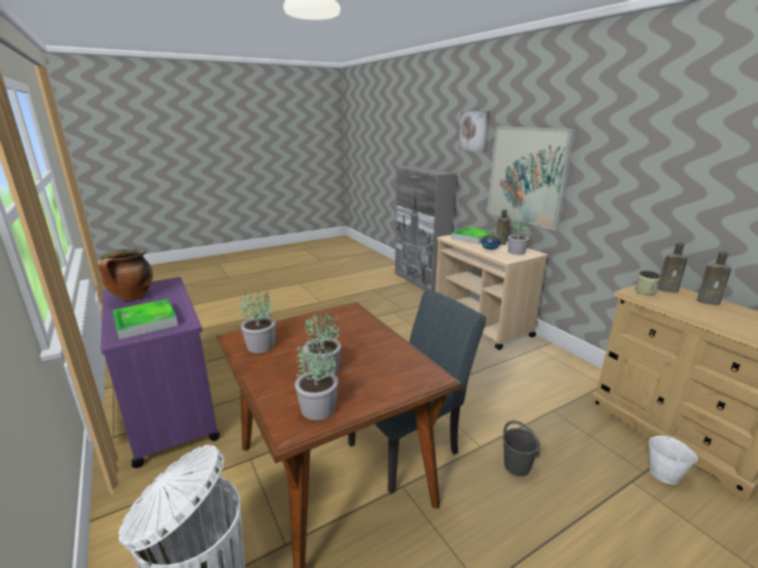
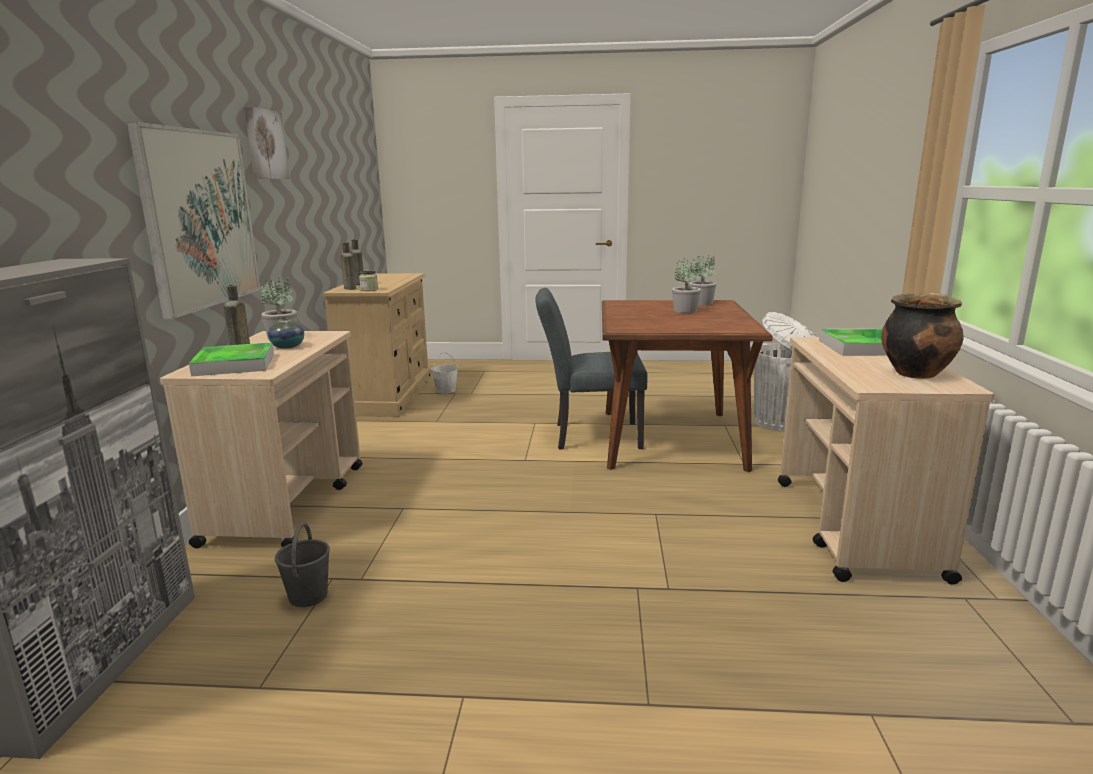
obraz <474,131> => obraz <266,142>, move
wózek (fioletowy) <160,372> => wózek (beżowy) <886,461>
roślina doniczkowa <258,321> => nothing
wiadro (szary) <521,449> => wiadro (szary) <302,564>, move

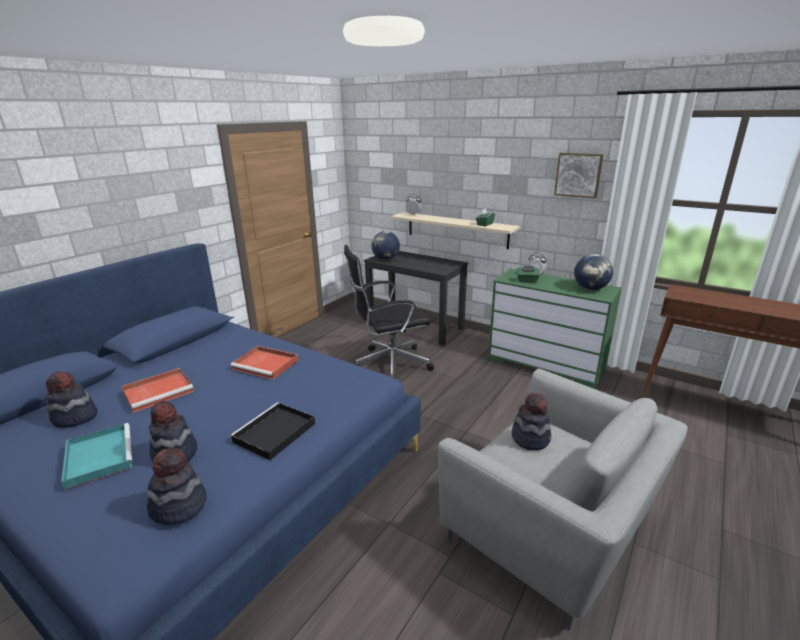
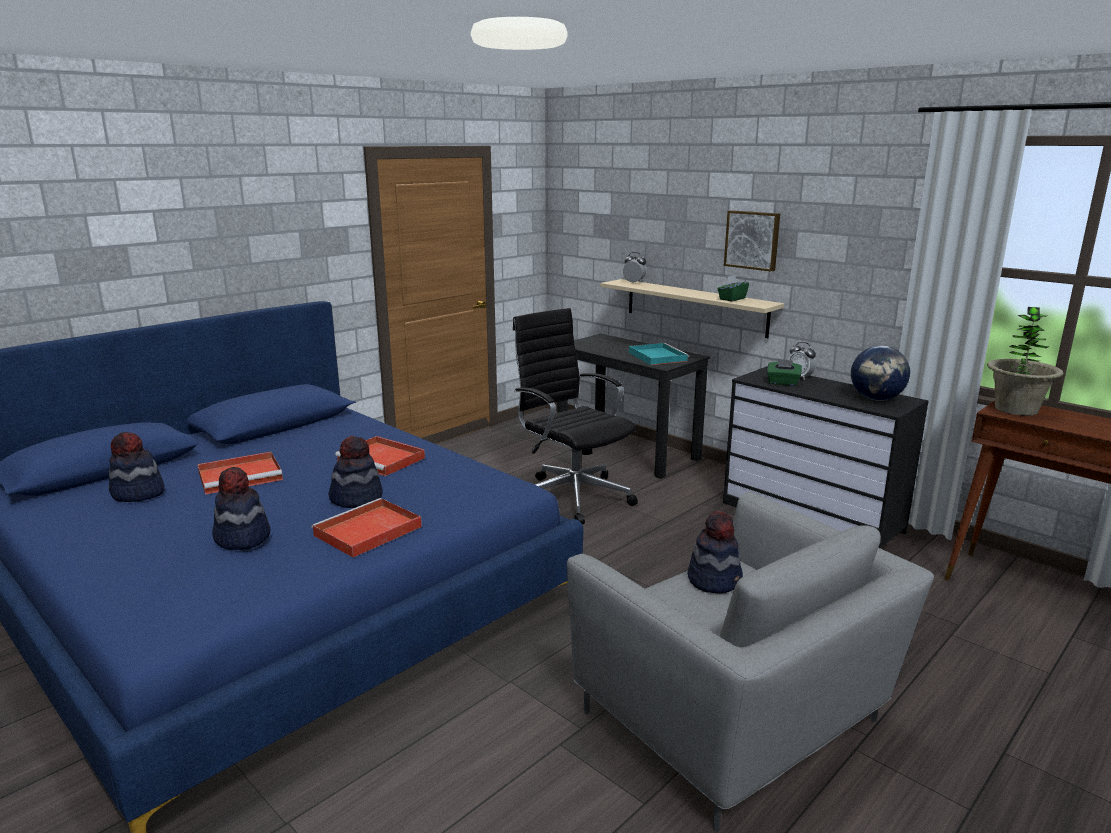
obraz <578,175> => obraz <752,241>, move
globus <386,245> => nothing
krzesło biurowe (czarny) <389,312> => krzesło biurowe (czarny) <575,416>, 60 degrees clockwise
komoda (zielony) <555,329> => komoda (czarny) <825,457>
taca (czarny) <272,431> => taca (czerwony) <366,528>
taca (turkusowy) <96,456> => taca (turkusowy) <659,354>, move
kapelusz <177,486> => kapelusz <356,472>, move
nothing => roślina doniczkowa <1025,361>

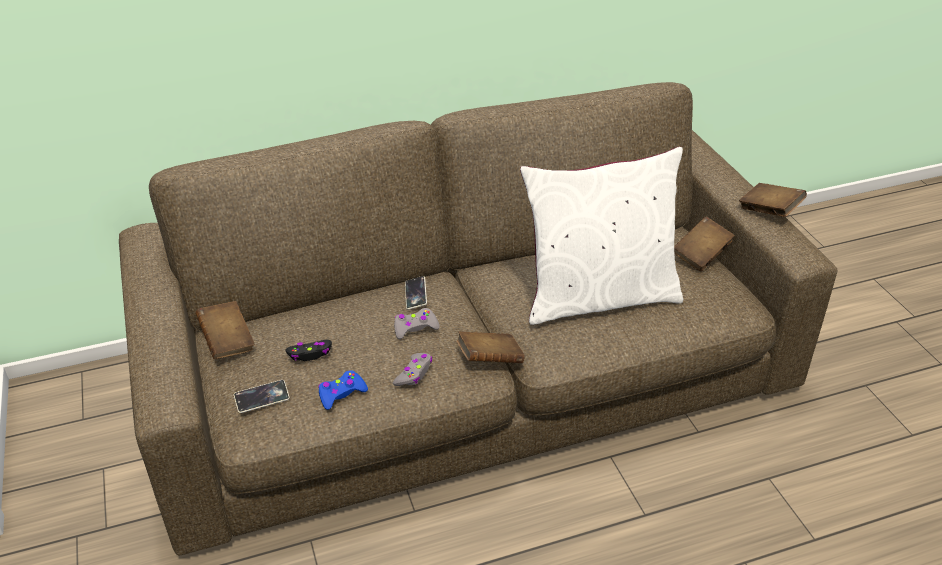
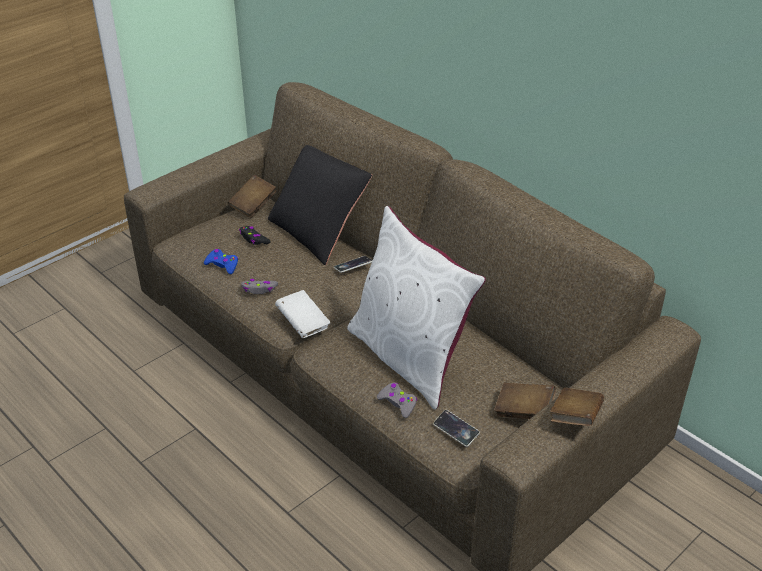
pad do gier (szary) <417,323> => pad do gier (szary) <397,400>, move
książka (brązowy) <491,347> => książka (biały) <302,314>
telefon <262,396> => telefon <456,428>, move
nothing => poduszka (czarny) <320,205>

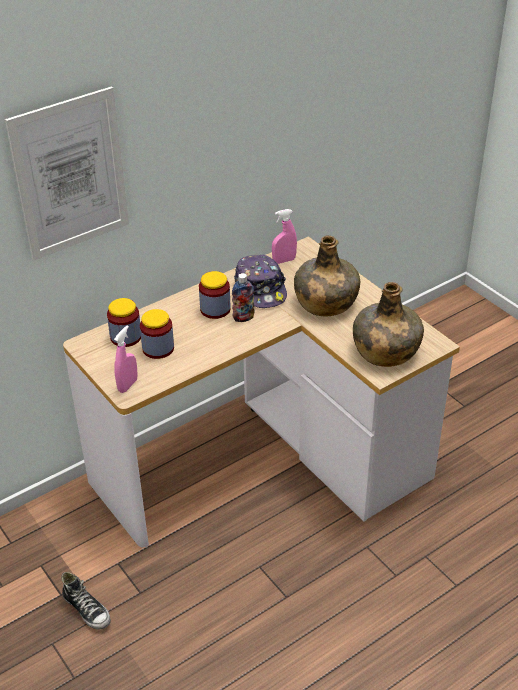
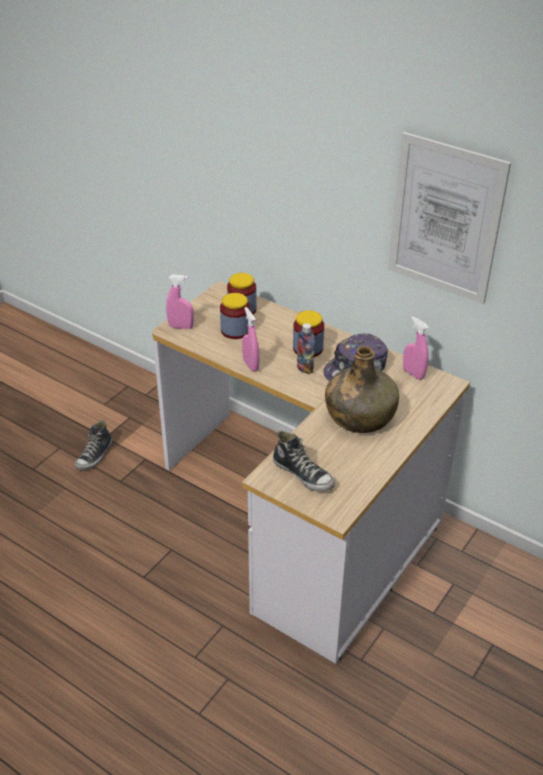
obraz <67,173> => obraz <449,218>, move
butelka (zielony) <388,324> => but <304,461>
nothing => spryskiwacz (różowy) <250,339>

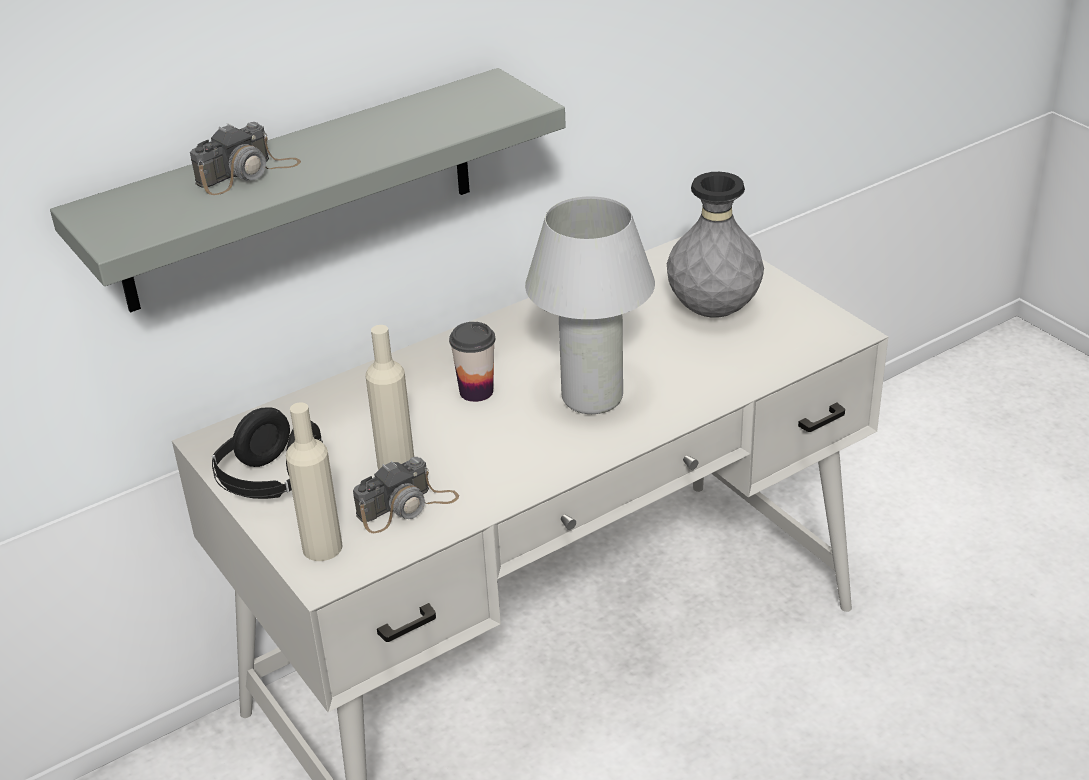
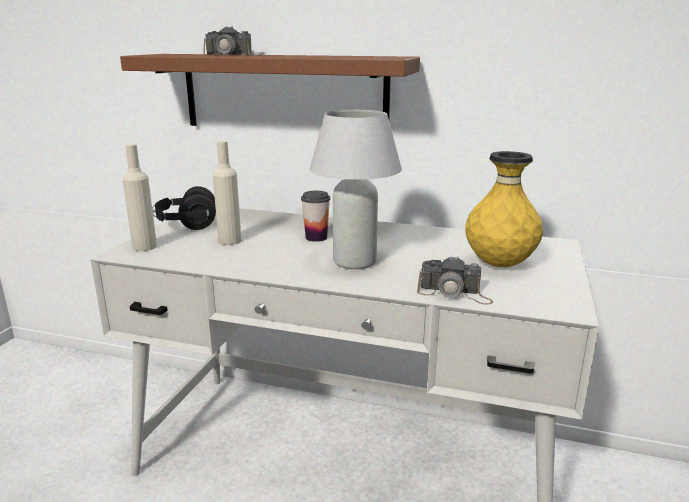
półka (szary) <308,190> => półka (brązowy) <270,90>
wazon (szary) <715,245> => wazon (żółty) <504,209>
aparat fotograficzny <406,495> => aparat fotograficzny <455,280>, move

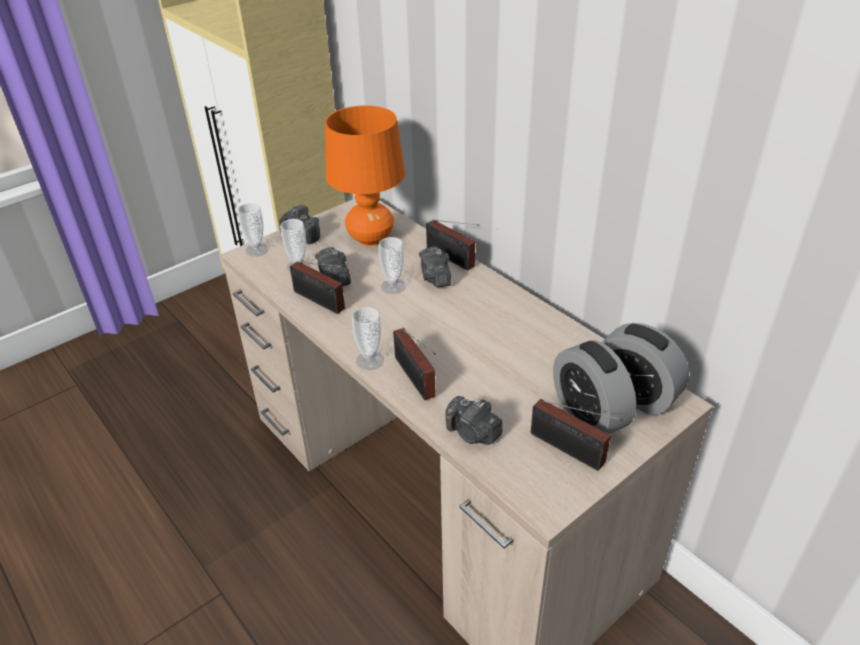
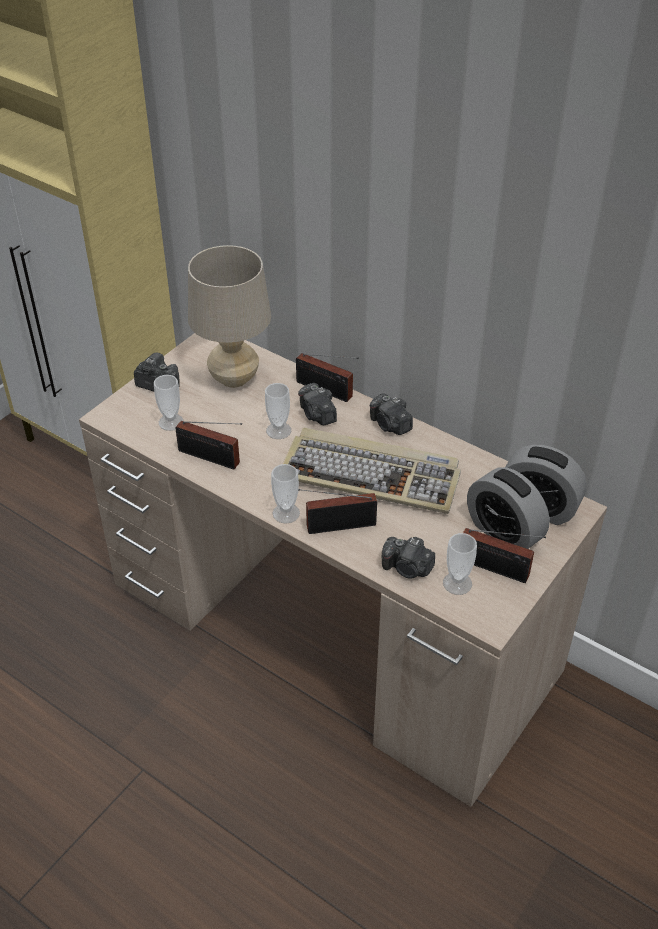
lampa stołowa (pomarańczowy) <365,175> => lampa stołowa (beżowy) <229,316>
filiżanka <253,229> => filiżanka <460,564>, move
aparat fotograficzny <333,266> => aparat fotograficzny <391,414>, move
radio <414,364> => radio <337,511>, 120 degrees clockwise
nothing => klawiatura <372,471>

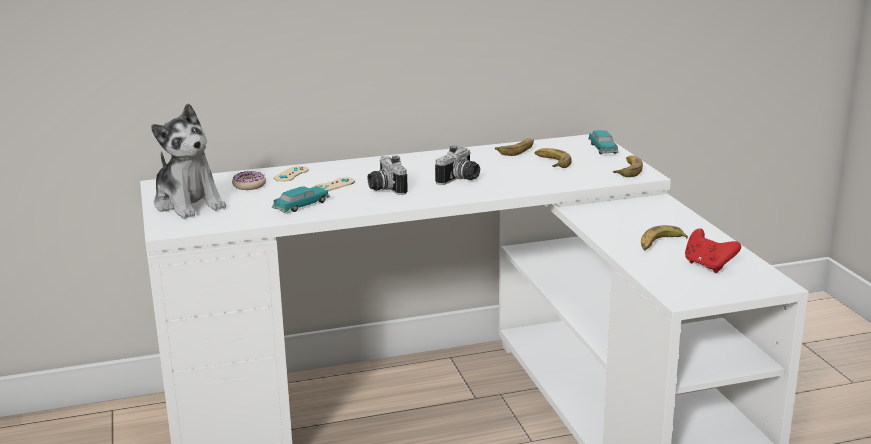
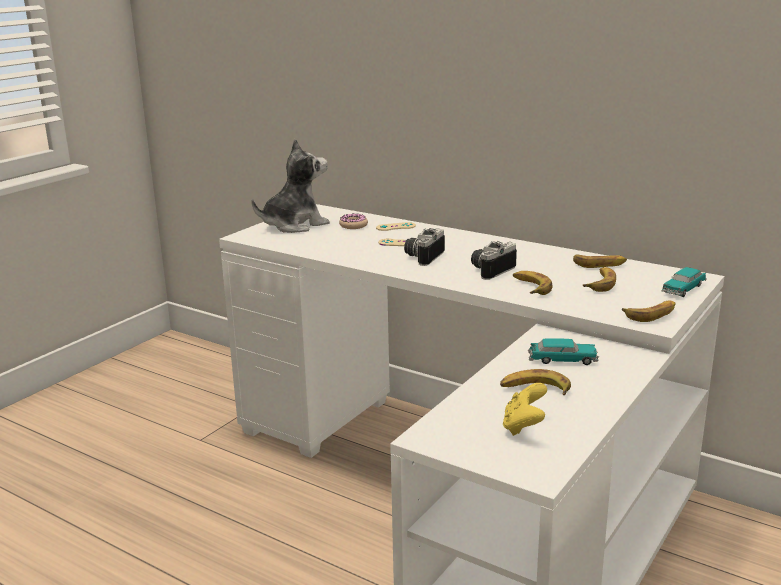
pluszak <188,161> => pluszak <291,186>, 135 degrees counterclockwise
aparat fotograficzny <457,165> => aparat fotograficzny <494,260>, 135 degrees clockwise
samochodzik <301,199> => samochodzik <563,351>, move
pad do gier (czerwony) <713,250> => pad do gier (żółty) <525,409>
nothing => banan <532,283>

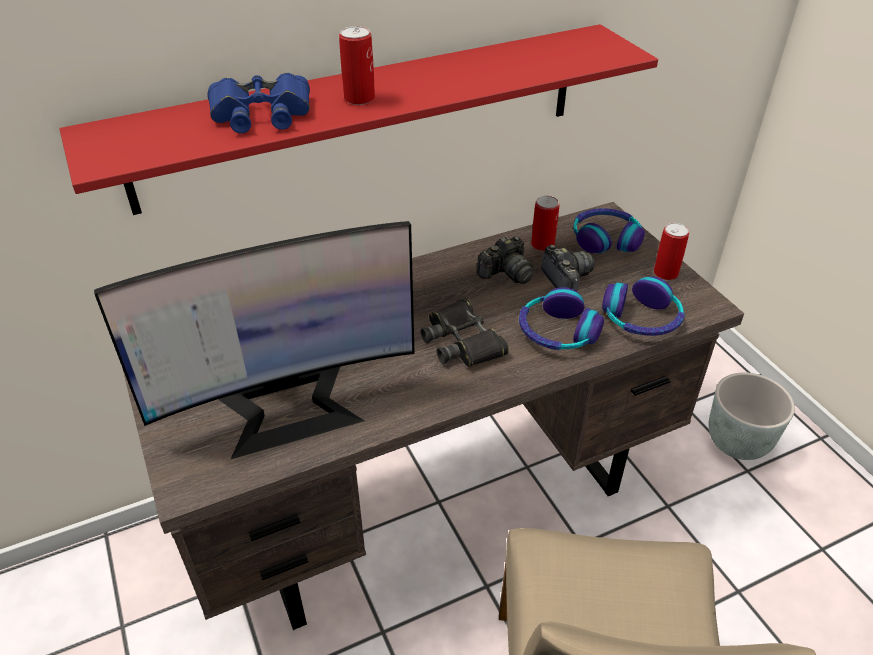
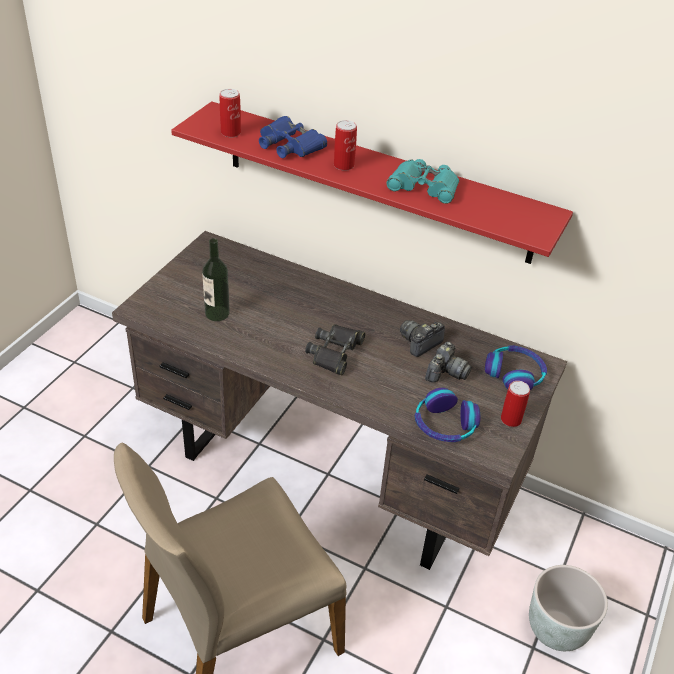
puszka <545,223> => puszka <230,113>, move
monitor <254,340> => butelka <216,279>
aparat fotograficzny <505,260> => aparat fotograficzny <422,338>, 120 degrees clockwise
słuchawki <561,318> => nothing
nothing => lornetka (turkusowy) <422,181>

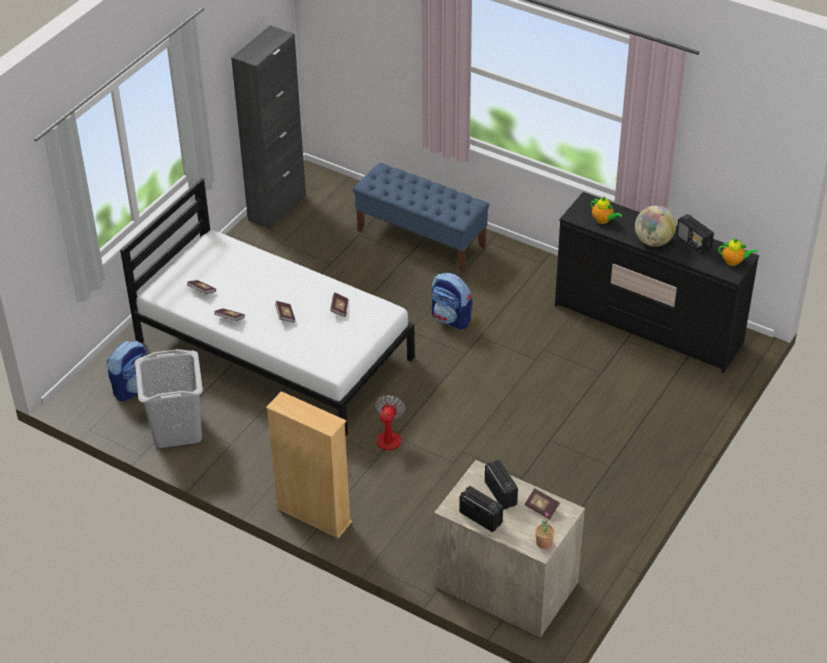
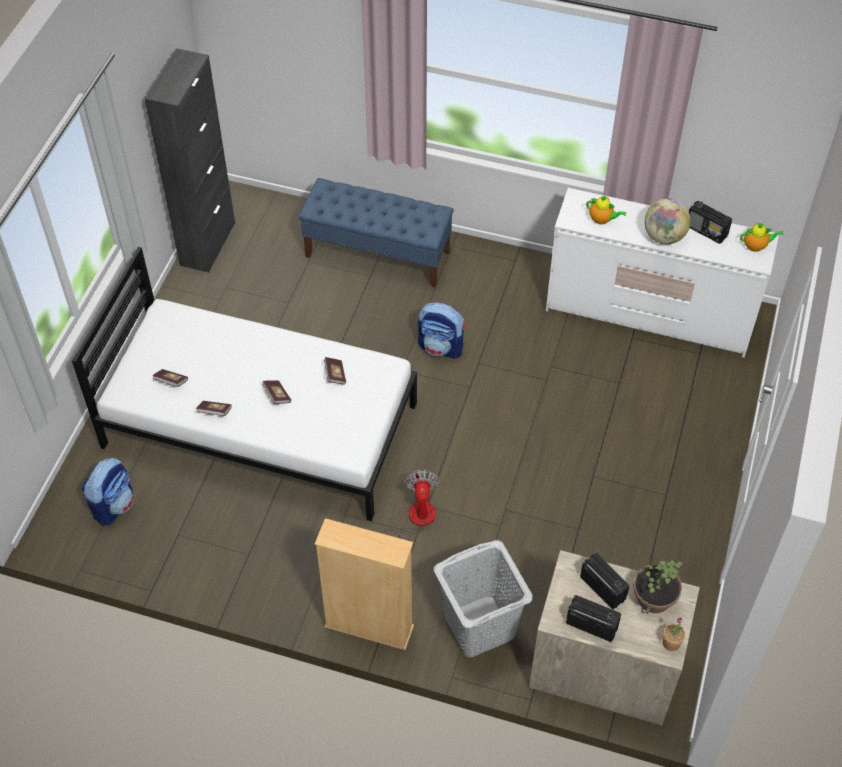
komoda (czarny) <657,282> => komoda (biały) <662,272>
kosz na pranie (szary) <169,398> => kosz na pranie (szary) <483,598>, move
książka <542,503> => roślina doniczkowa <657,587>

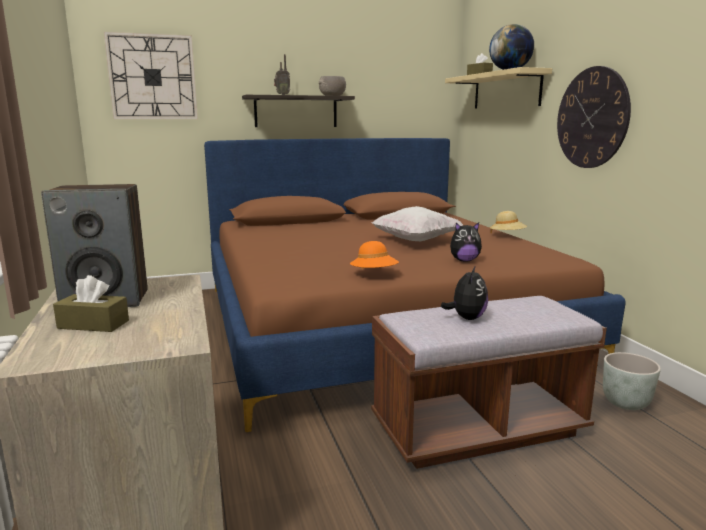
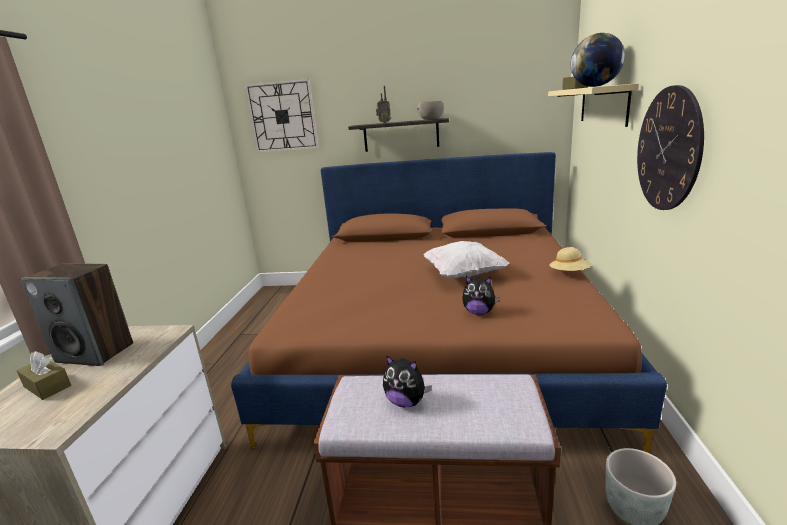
kapelusz (pomarańczowy) <374,255> => nothing
pluszak <464,292> => pluszak <407,381>, 75 degrees clockwise

